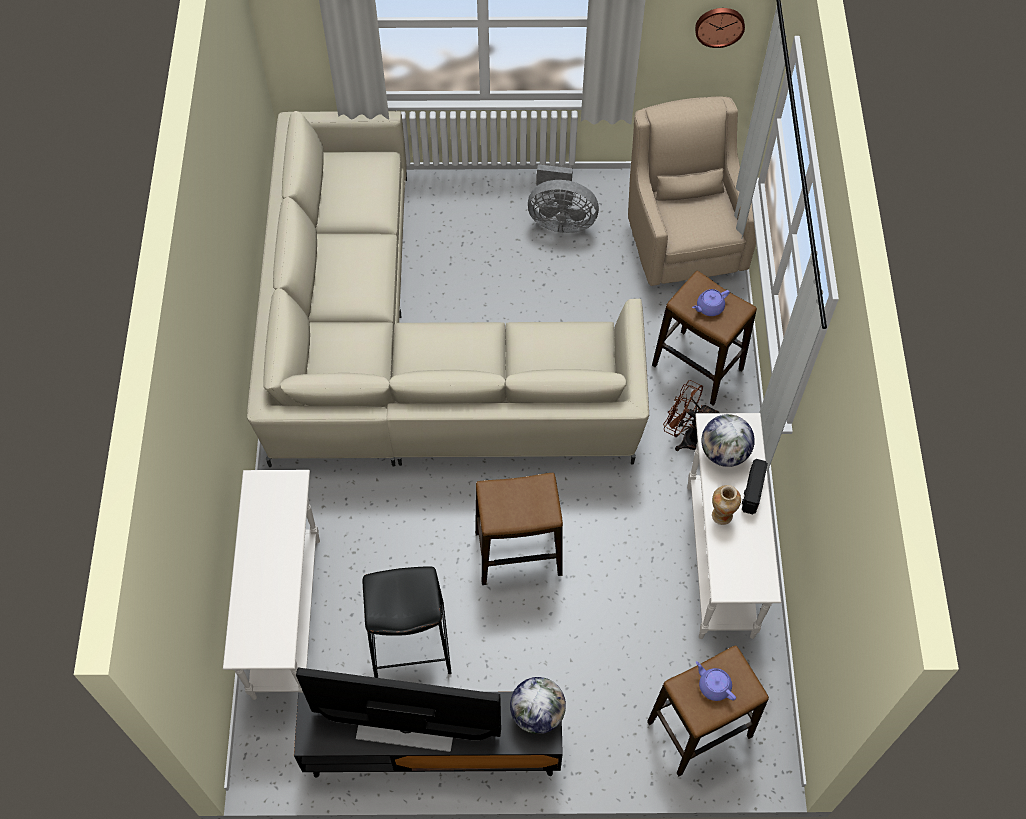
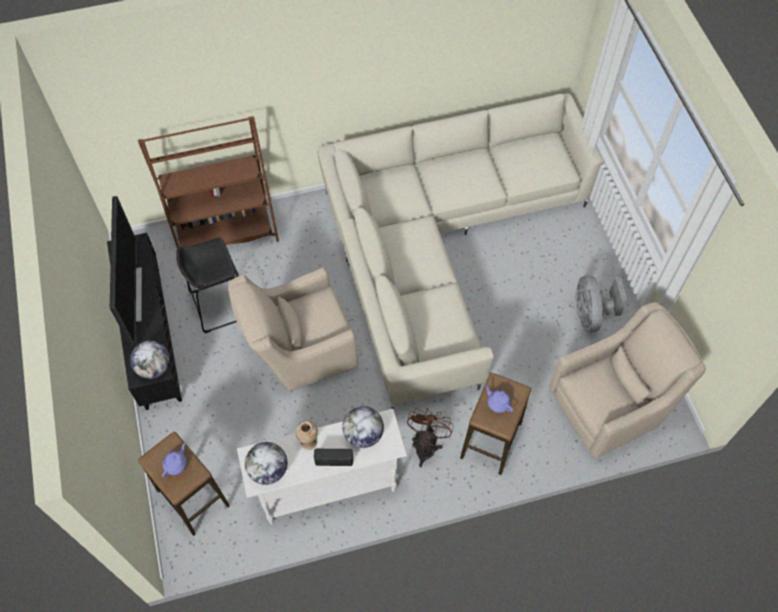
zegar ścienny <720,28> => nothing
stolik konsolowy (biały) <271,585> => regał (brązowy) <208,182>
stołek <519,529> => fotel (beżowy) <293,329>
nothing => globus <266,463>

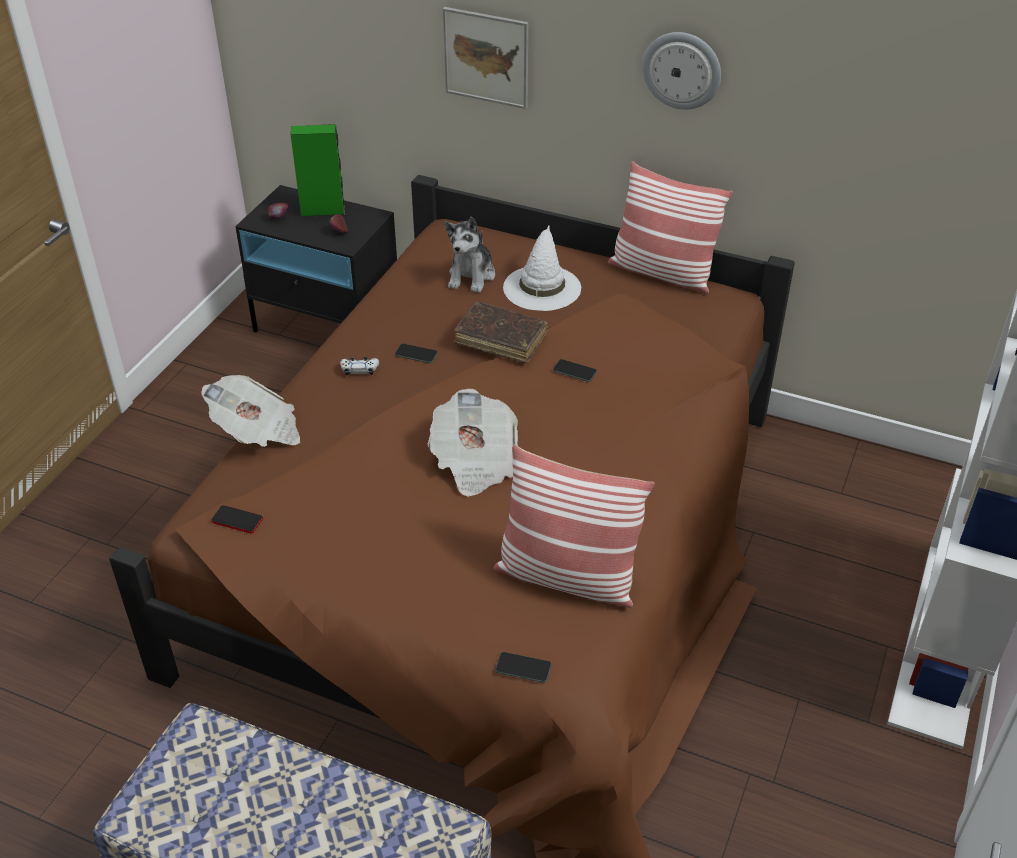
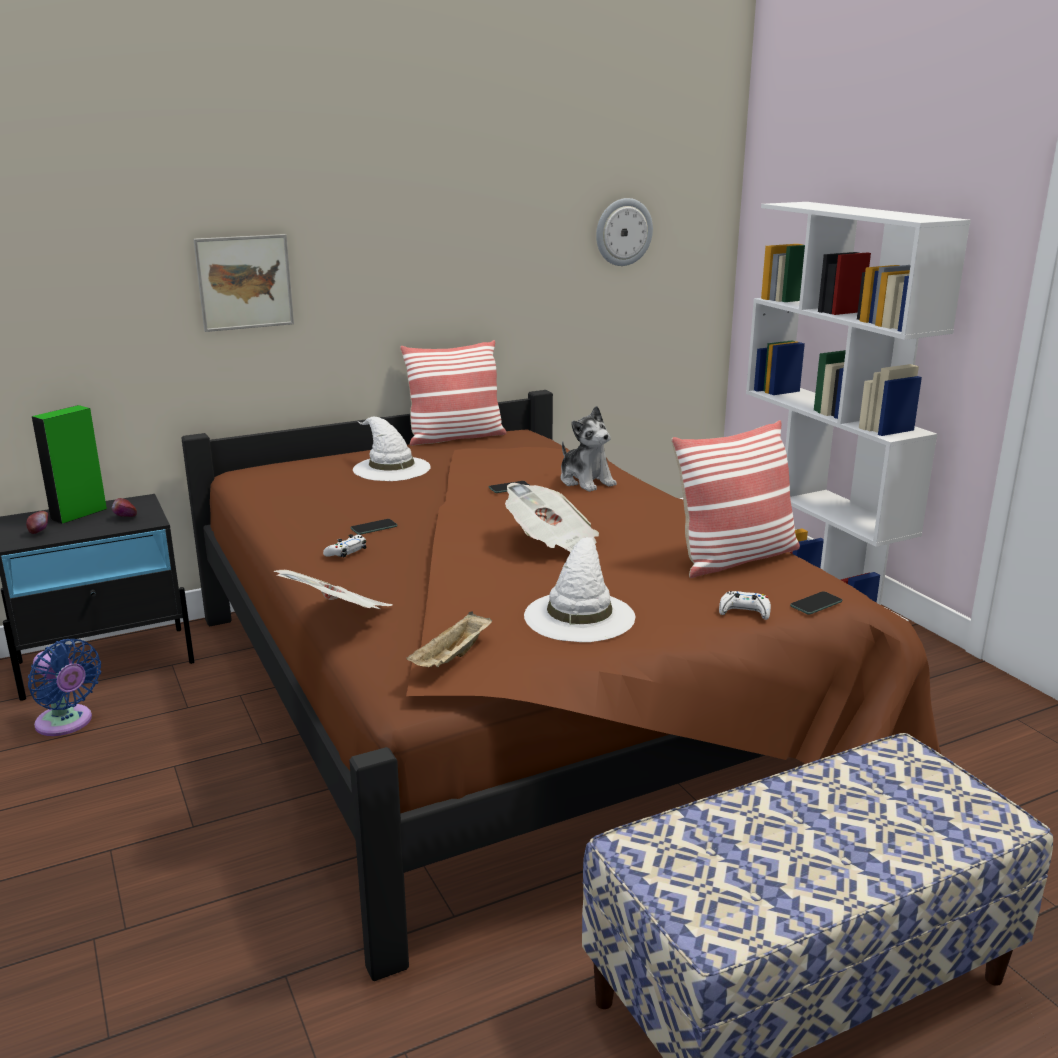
zegar ścienny <681,71> => zegar ścienny <624,232>, move
pluszak <469,255> => pluszak <589,449>, move
książka (brązowy) <501,332> => nothing
telefon <237,519> => taca (beżowy) <449,639>
nothing => kapelusz (biały) <579,589>
nothing => pad do gier (biały) <745,605>
nothing => wentylator (niebieski) <64,687>

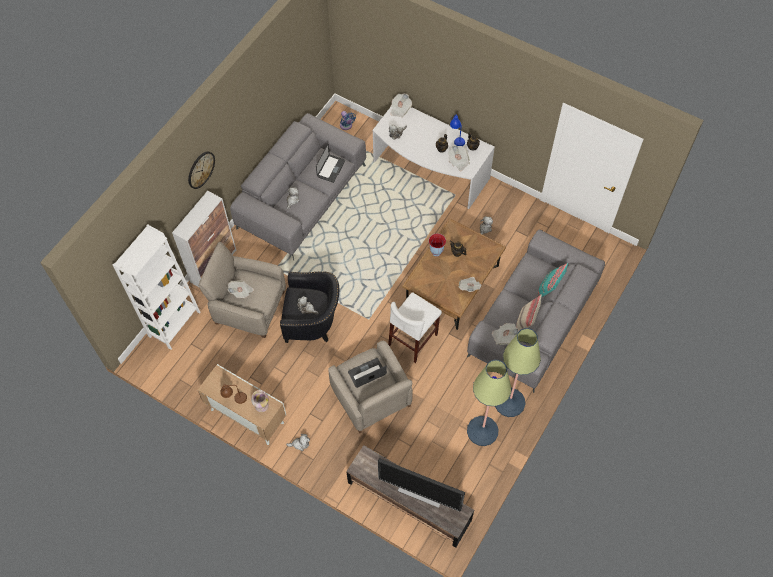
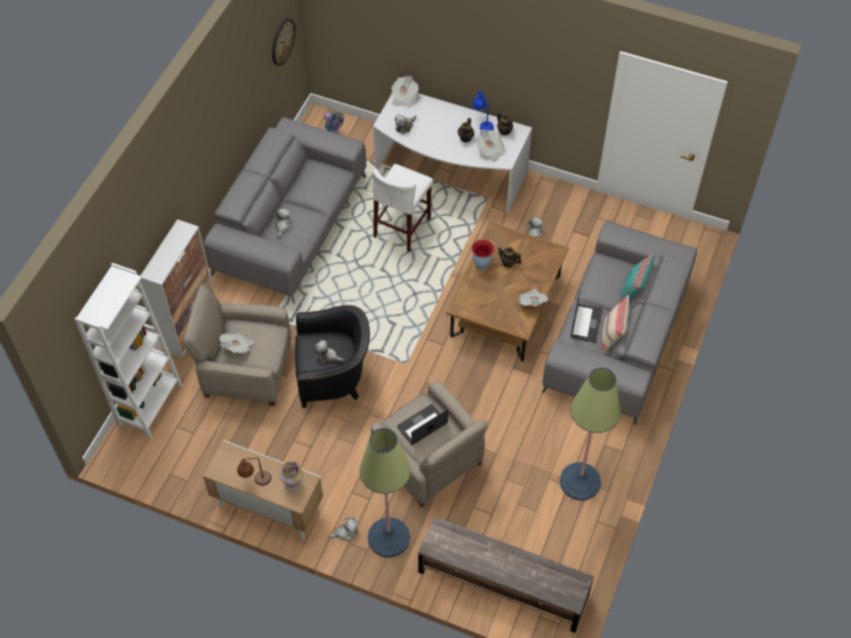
laptop <330,163> => laptop <587,316>, move
zegar ścienny <201,170> => zegar ścienny <283,42>, move
stołek (biały) <415,327> => stołek (biały) <403,208>, move
gazeta <505,334> => nothing
lampa stojąca <518,372> => lampa stojąca <385,493>, move
telewizor <421,485> => nothing

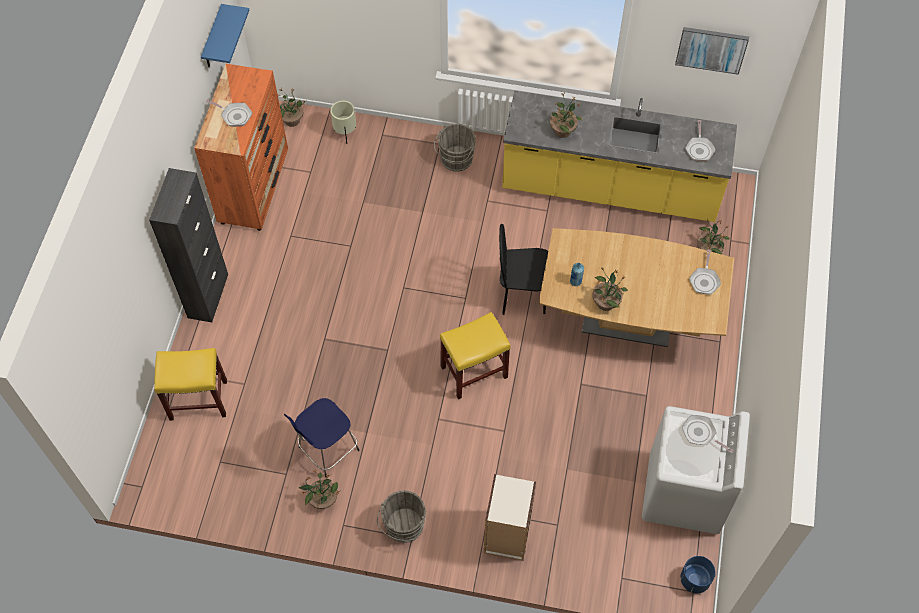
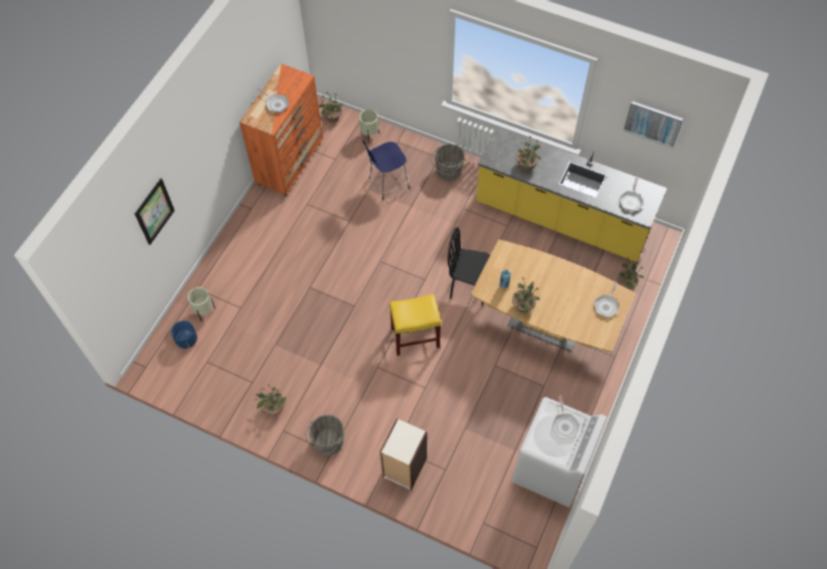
półka (niebieski) <225,35> => nothing
szafka (czarny) <188,245> => nothing
stołek (żółty) <190,384> => donica (beżowy) <201,304>
stołek (niebieski) <321,437> => stołek (niebieski) <386,170>, move
patelnia <707,434> => patelnia <566,417>, 150 degrees counterclockwise
donica (niebieski) <697,574> => donica (niebieski) <184,335>, move
nothing => obraz <155,211>

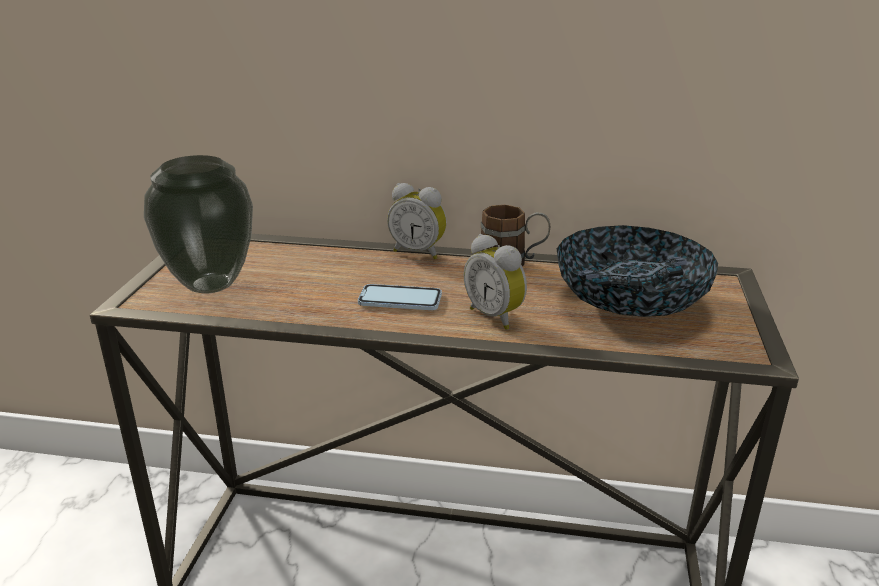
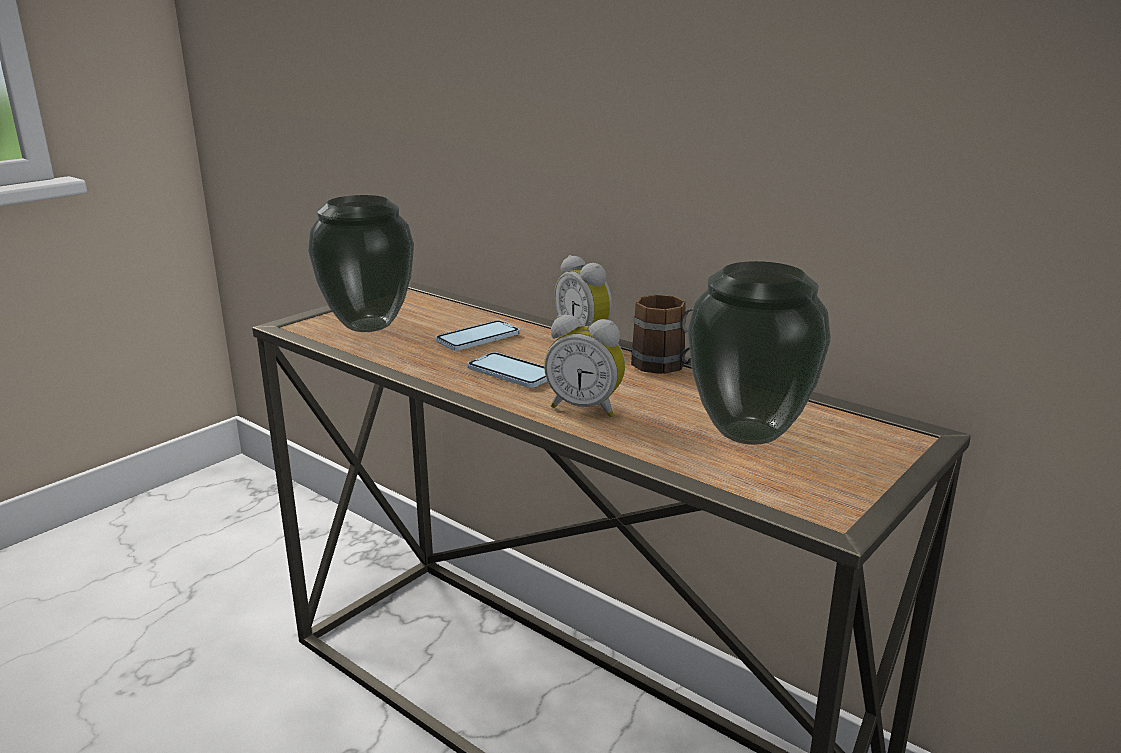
miska <637,271> => wazon <759,353>
budzik <495,282> => budzik <584,366>, 60 degrees counterclockwise
nothing => telefon <478,335>

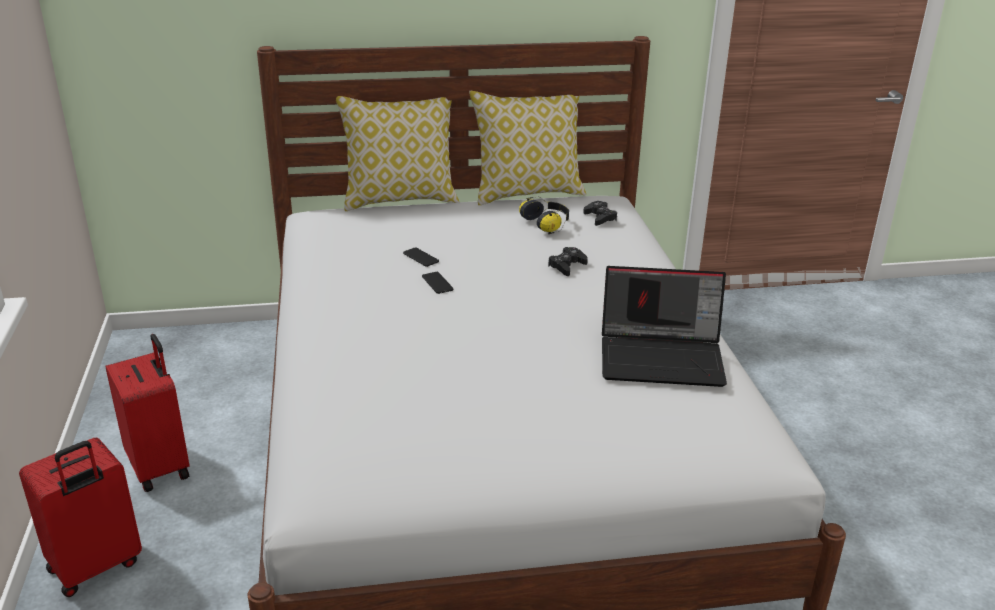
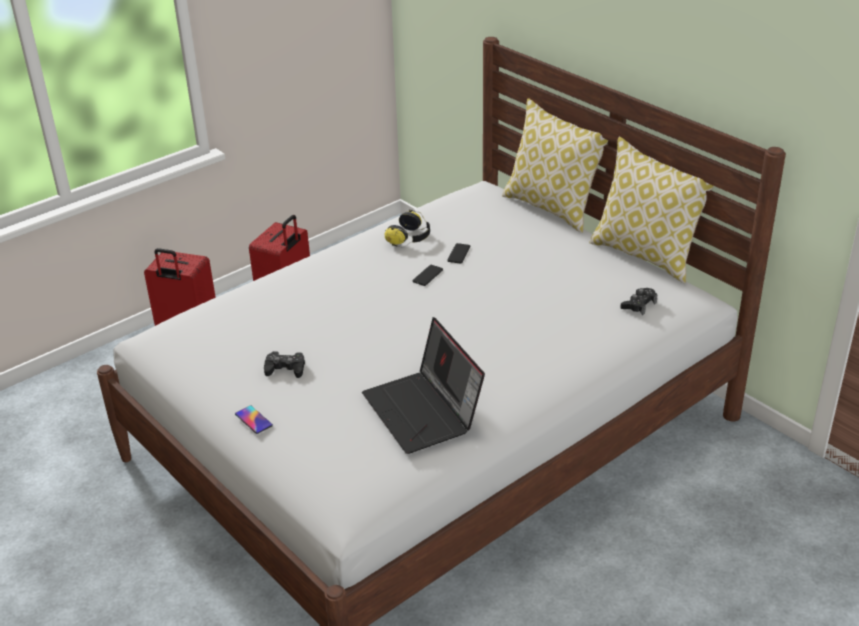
słuchawki <544,215> => słuchawki <407,229>, move
pad do gier (czarny) <568,261> => pad do gier (czarny) <284,364>, move
nothing => telefon <254,420>

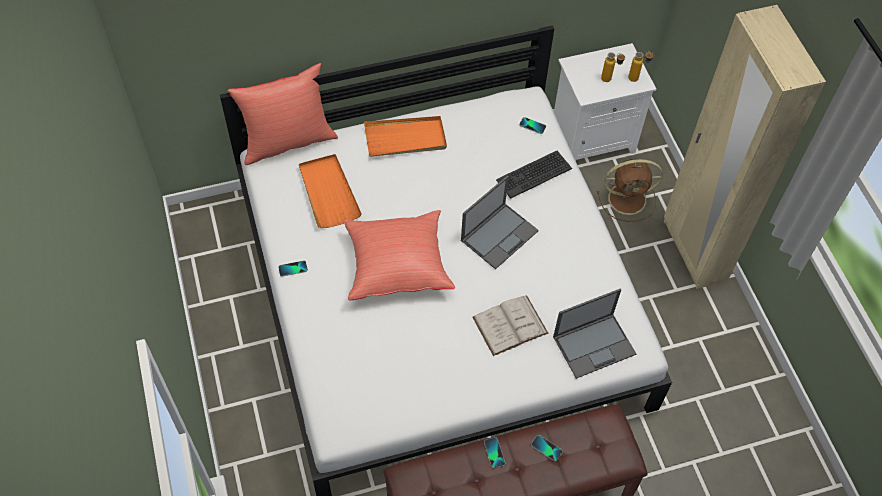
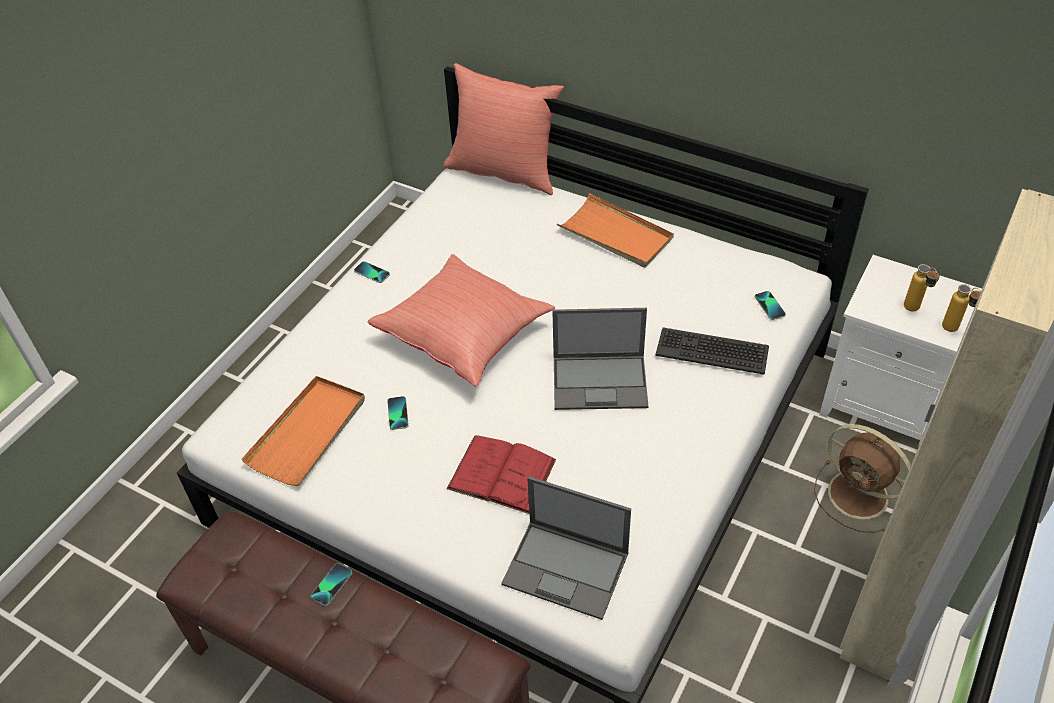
taca (pomarańczowy) <330,191> => taca (pomarańczowy) <303,431>, move
książka (biały) <510,325> => książka (czerwony) <501,474>
telefon <547,448> => telefon <398,413>, move

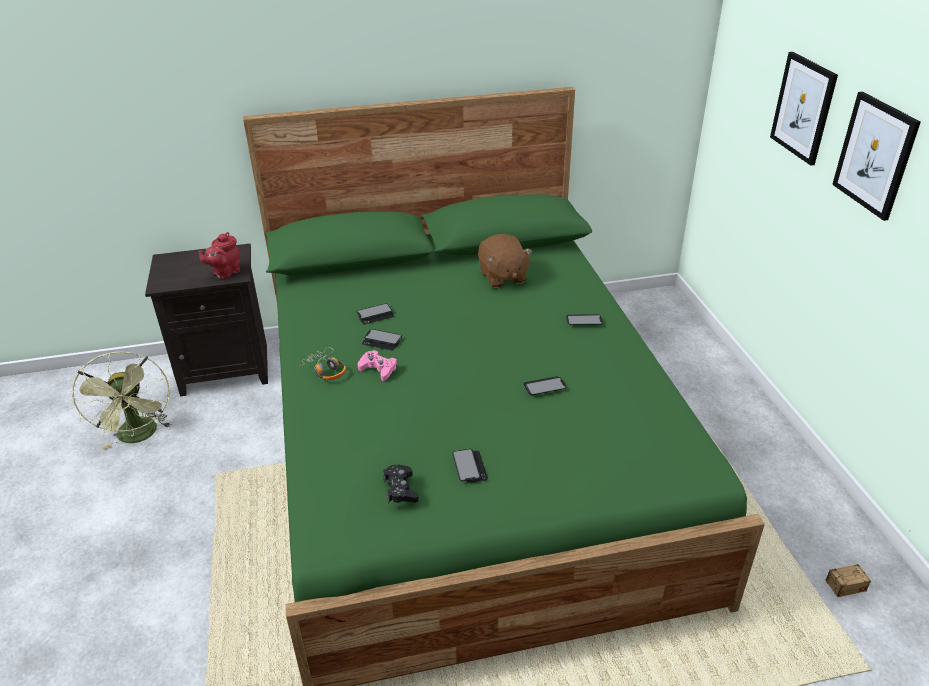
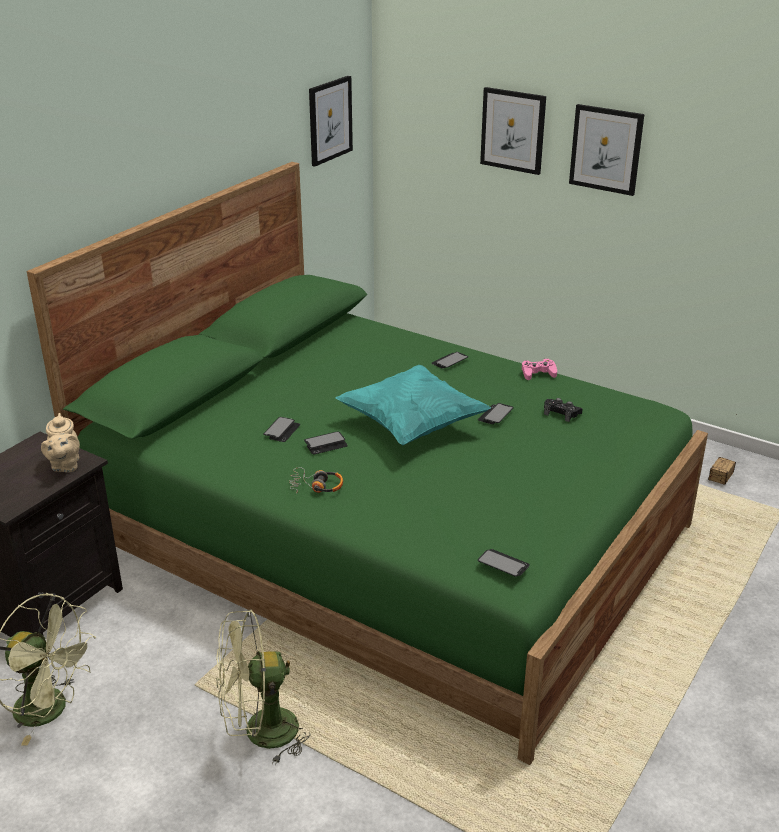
imbryk (czerwony) <219,255> => imbryk (beżowy) <60,442>
pluszak (brązowy) <505,261> => nothing
pad do gier (różowy) <377,365> => pad do gier (różowy) <539,369>, move
telefon <470,466> => telefon <504,563>, move
pad do gier (czarny) <401,483> => pad do gier (czarny) <563,410>, move
nothing => obraz <331,121>
nothing => poduszka (turkusowy) <413,405>
nothing => wentylator (zielony) <263,687>

